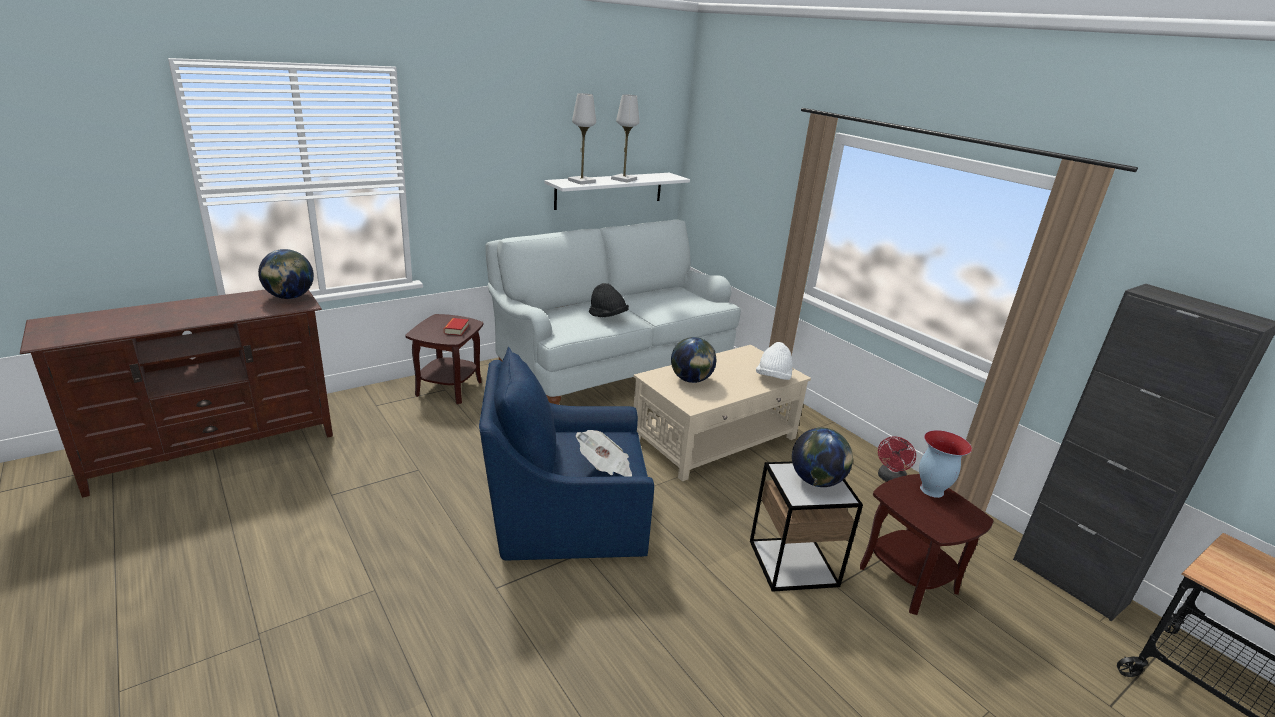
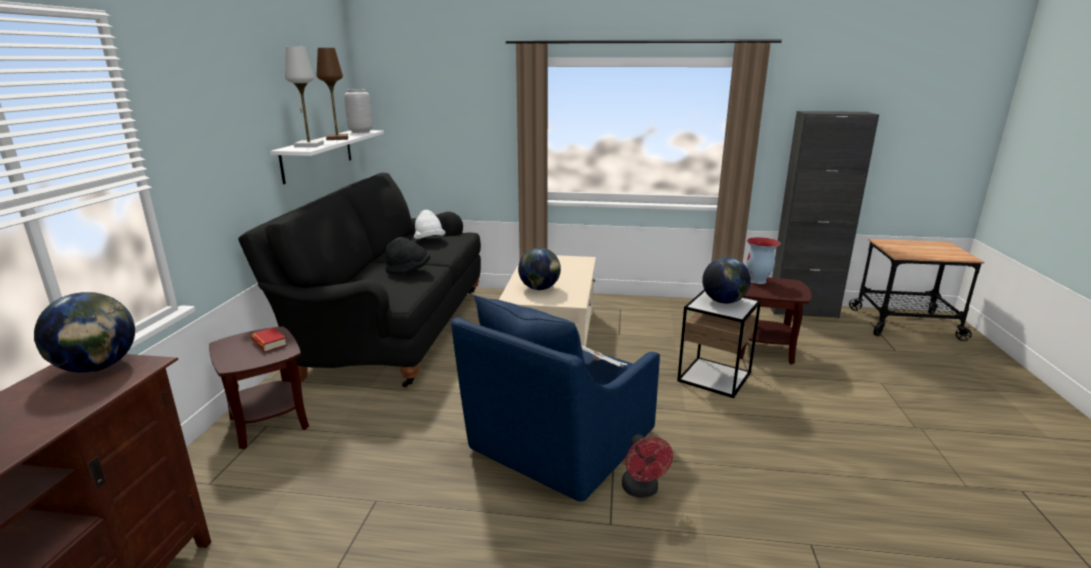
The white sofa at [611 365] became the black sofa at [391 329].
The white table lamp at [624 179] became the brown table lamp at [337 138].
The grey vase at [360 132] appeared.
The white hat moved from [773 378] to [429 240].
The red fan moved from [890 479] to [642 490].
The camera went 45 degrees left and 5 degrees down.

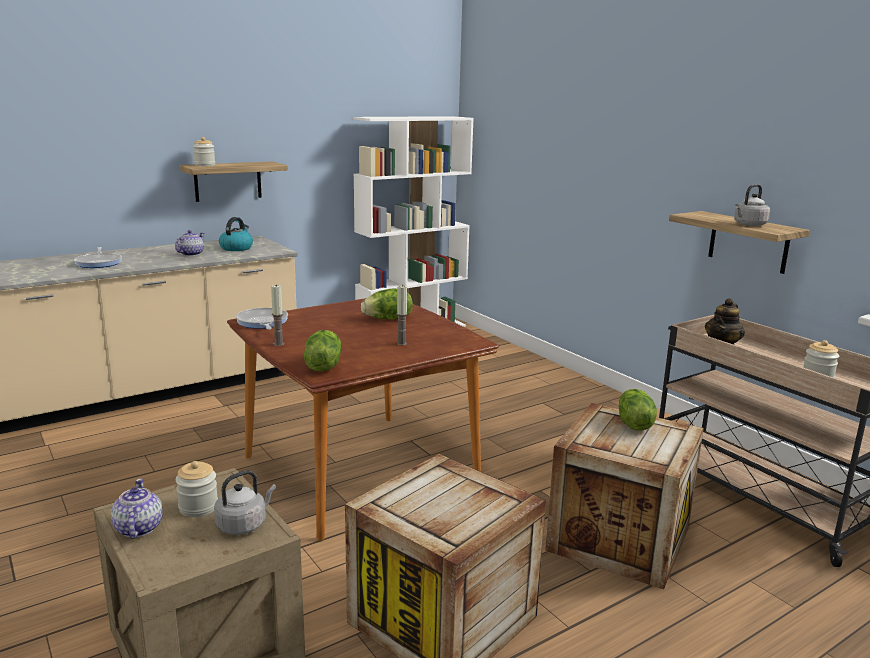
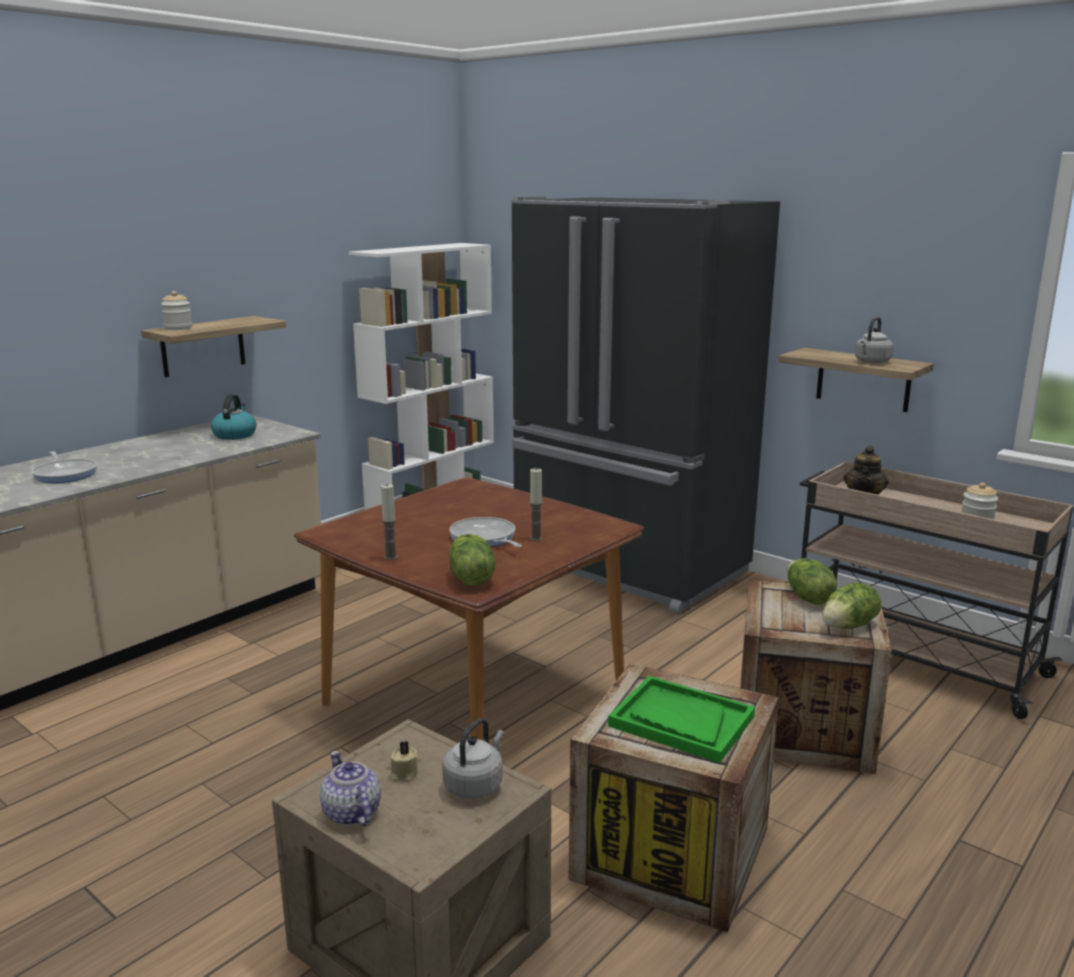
The jar at [198 507] was replaced by the beige candle at [403 774].
The frying pan moved from [262 323] to [484 538].
The black fridge at [628 566] appeared.
The green tray at [681 721] appeared.
The lettuce moved from [388 319] to [849 626].
The teapot at [191 254] disappeared.
The camera went 15 degrees left and 0 degrees up.

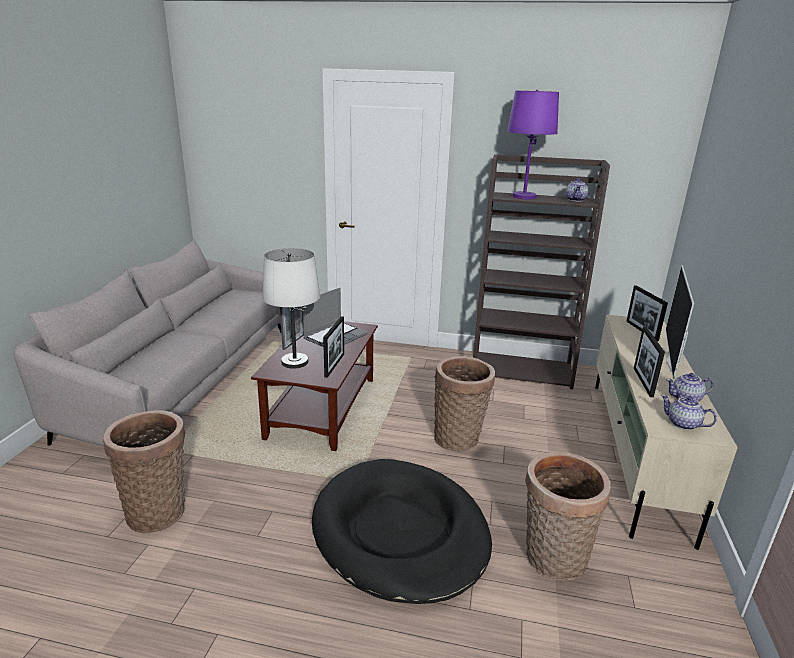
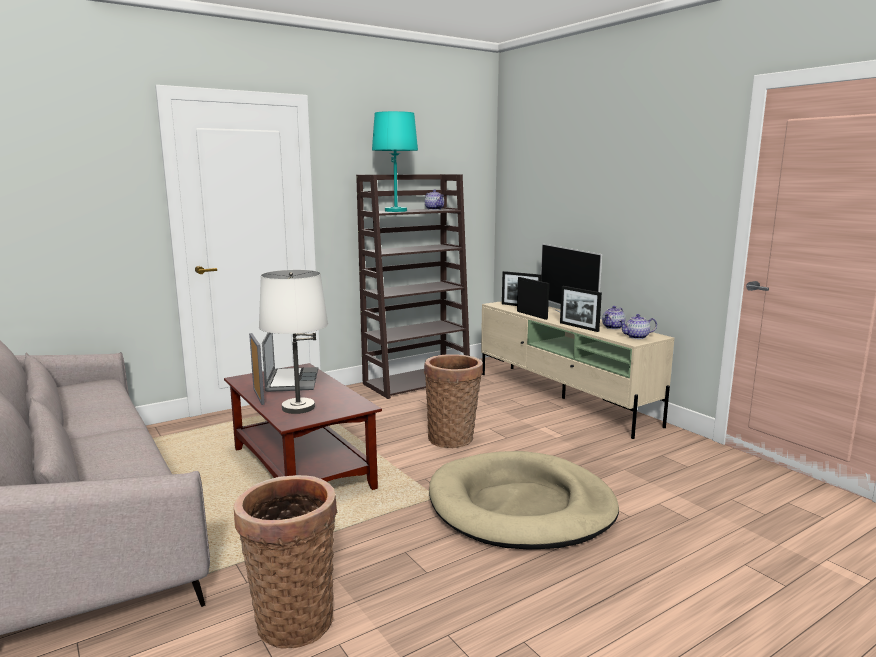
The purple table lamp at [524 197] became the turquoise table lamp at [396 211].
The black dog bed at [400 533] became the beige dog bed at [521 506].
The picture frame moved from [334 365] to [531 315].
The basket at [552 560] disappeared.
The camera went 45 degrees left and 10 degrees down.

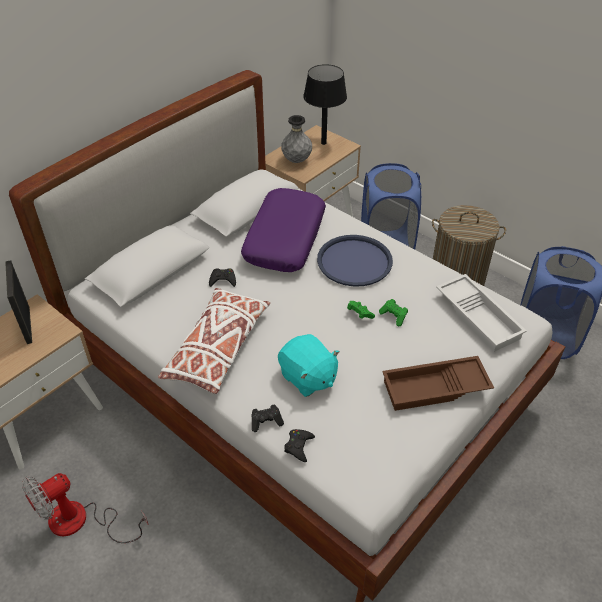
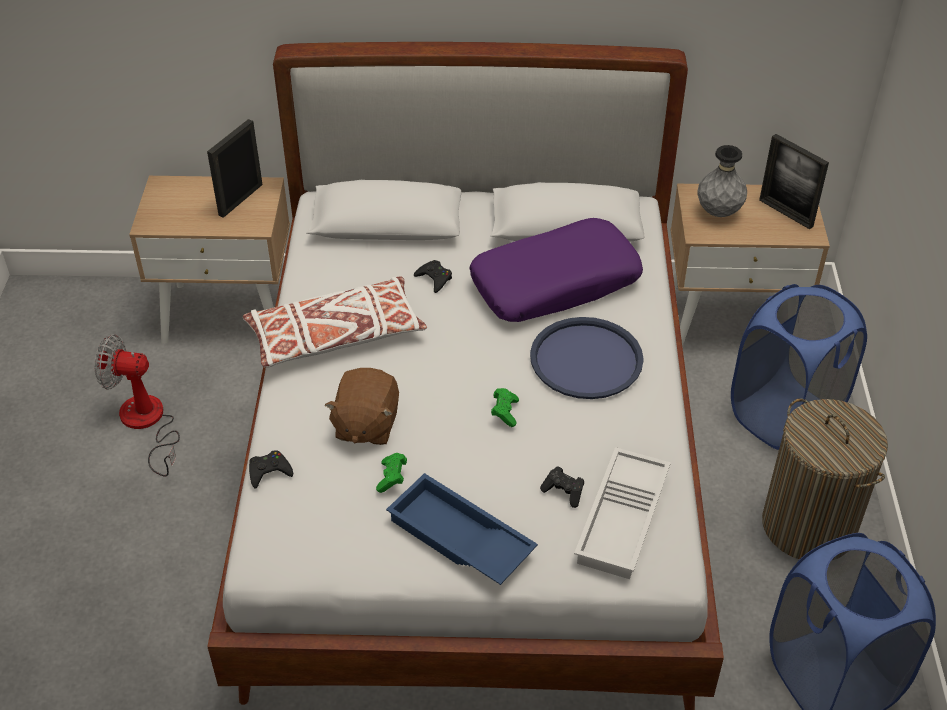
The turquoise plush toy at [307 377] became the brown plush toy at [365 425].
The green game controller moved from [394 316] to [392 478].
The brown tray at [435 389] became the blue tray at [458 539].
The black game controller moved from [266 422] to [564 492].
The black table lamp at [323 143] was replaced by the picture frame at [786 213].
The camera went 50 degrees right and 0 degrees up.

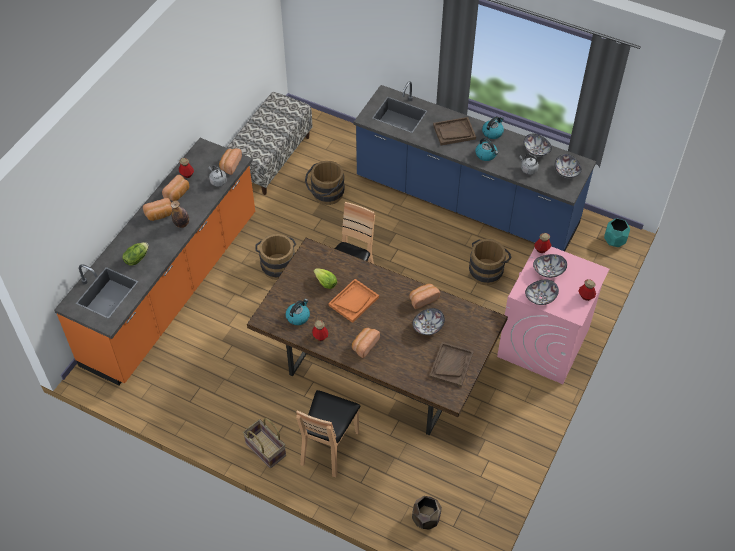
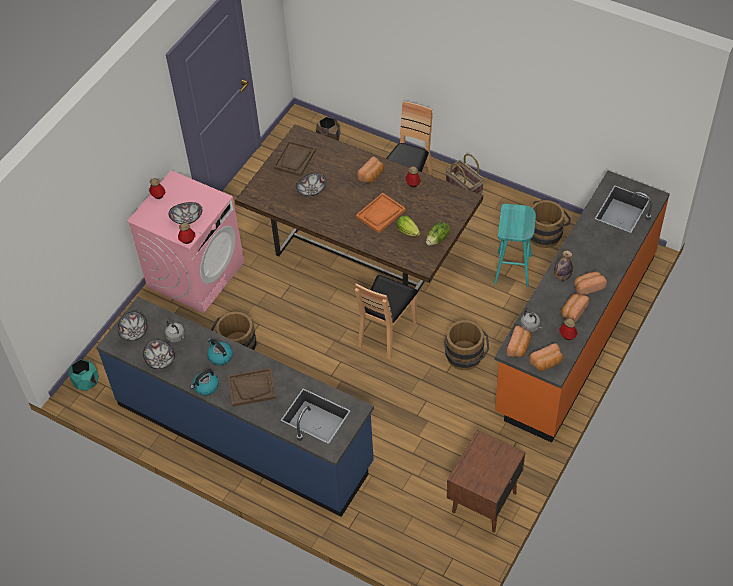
The lettuce moved from [136 258] to [438 239].
The bench at [271 158] was replaced by the brown nightstand at [483 502].
The turquoise stool at [513 269] appeared.
The bread moved from [423 299] to [546 363].
The brown bucket moved from [325 195] to [546 233].
The kettle at [298 316] disappeared.
The bowl at [540 298] disappeared.
The camera went 175 degrees left and 0 degrees up.

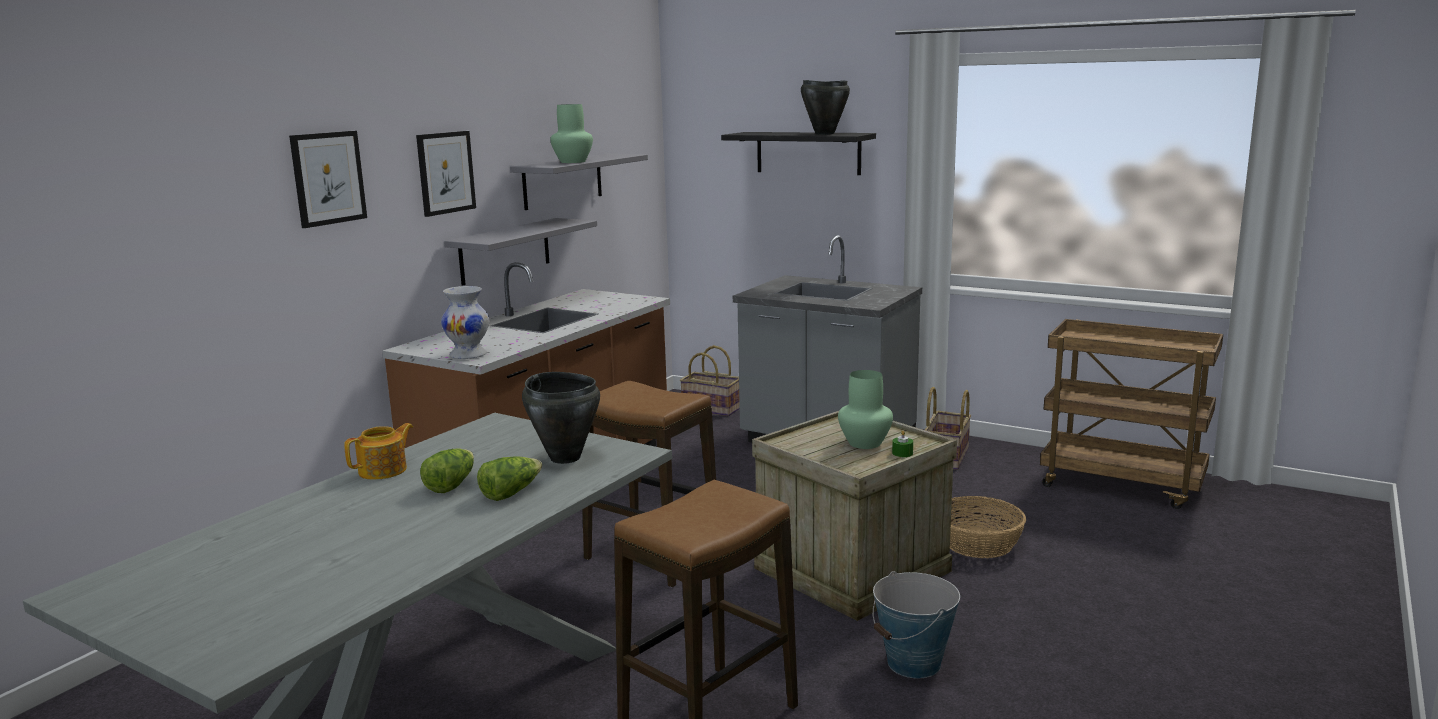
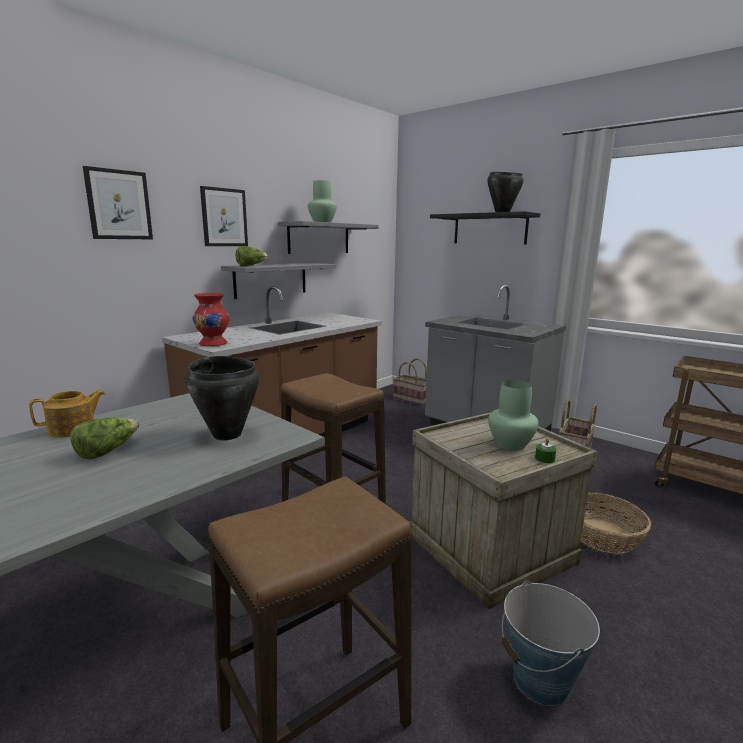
The white vase at [469 355] became the red vase at [214 344].
The lettuce moved from [511 493] to [251 265].
The camera went 10 degrees right and 0 degrees up.

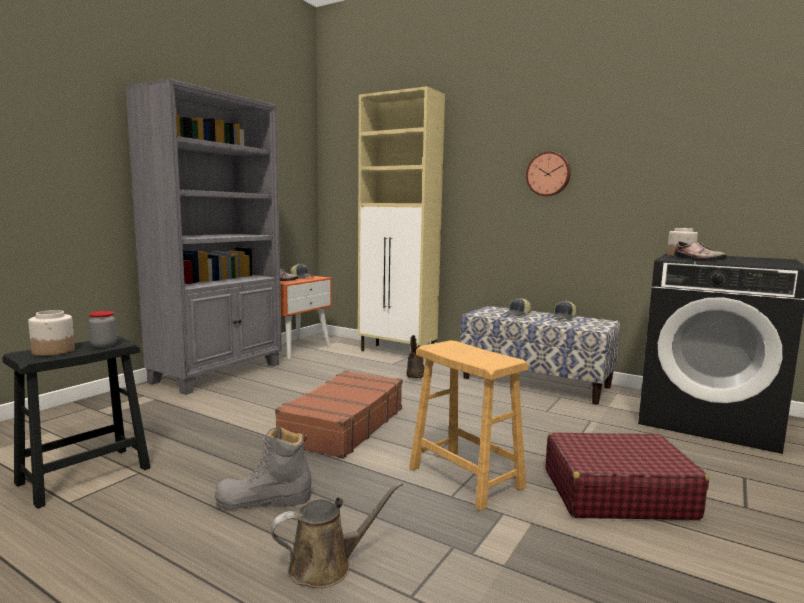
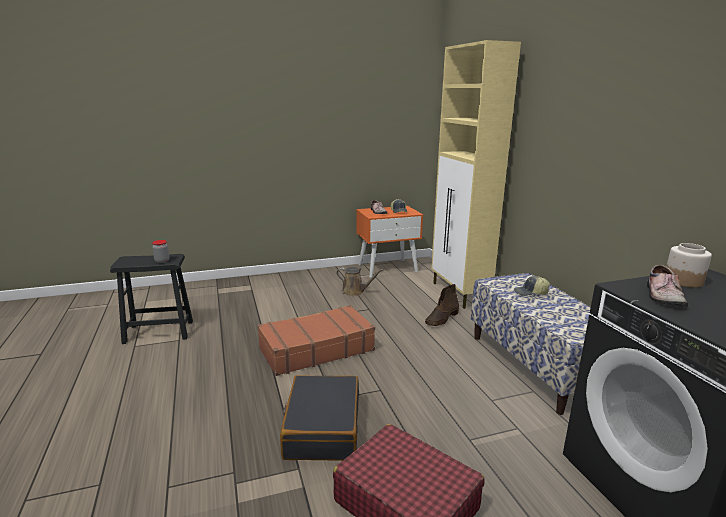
The brown stool at [465 478] was replaced by the black suitcase at [322 428].
The brown watering can moved from [326 566] to [355 292].
The jar at [54 351] disappeared.
The grey bookcase at [219 373] disappeared.
The grey boot at [263 500] disappeared.
The wall clock at [548 174] disappeared.
The cap at [564 318] disappeared.
The camera went 40 degrees right and 10 degrees up.

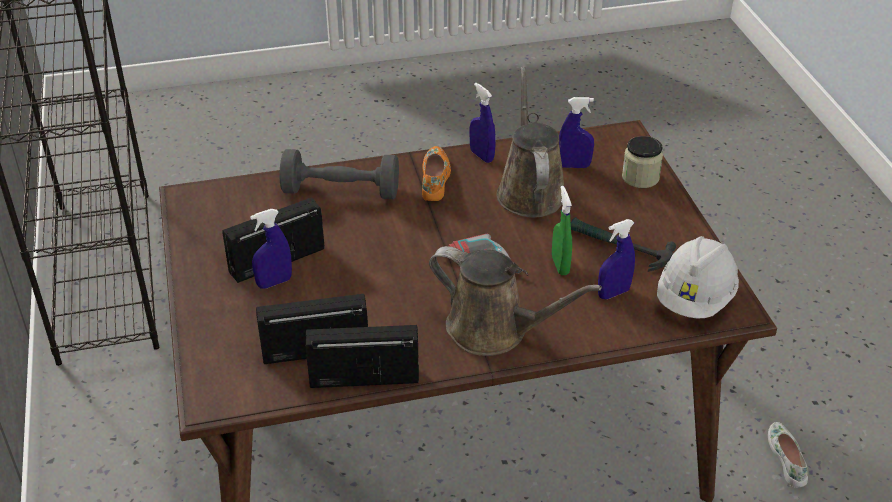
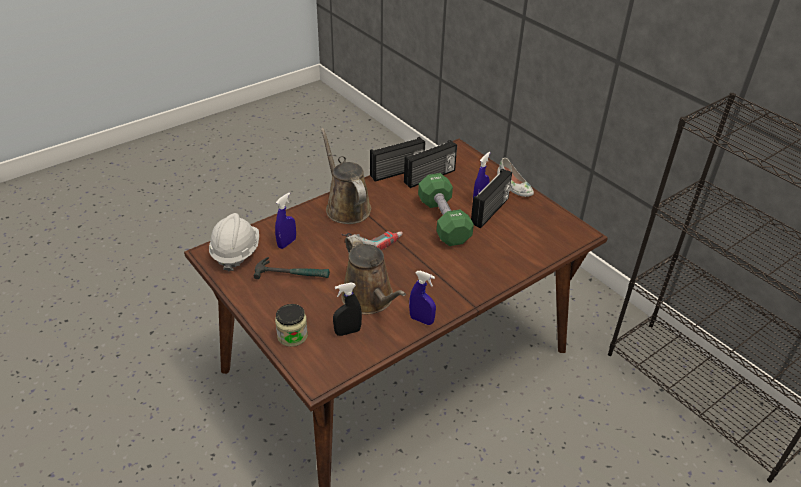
The brown watering can at [494 330] turned 60 degrees clockwise.
The blue spray bottle at [573 166] became the black spray bottle at [347 331].
The green dumbbell at [443 221] appeared.
The white shoe moved from [787 458] to [514 185].
The grey dumbbell at [341 191] disappeared.
The orange shoe at [435 179] disappeared.
The green spray bottle at [560 265] disappeared.
The camera went 155 degrees right and 0 degrees up.

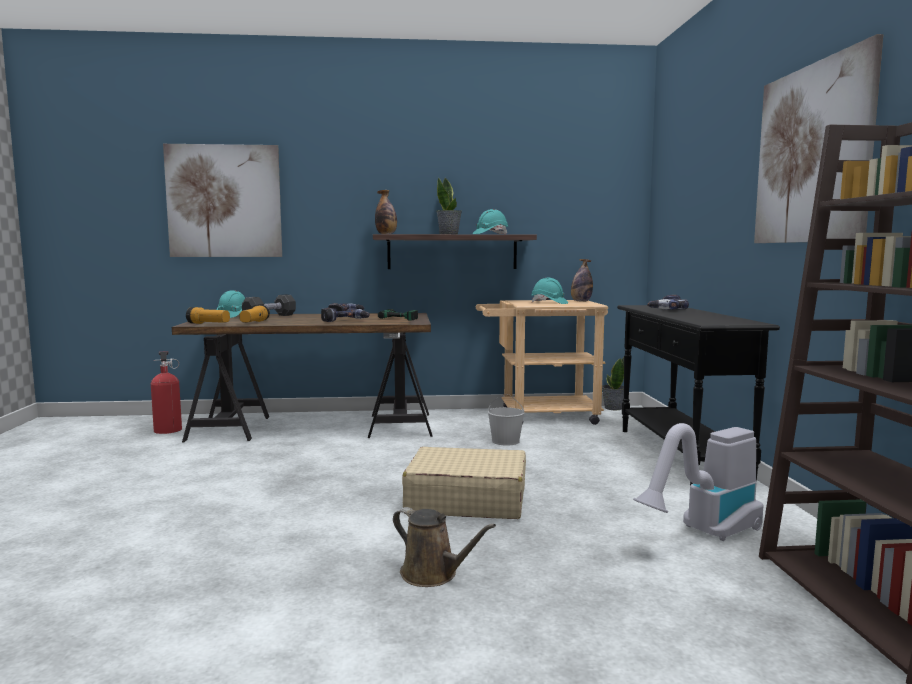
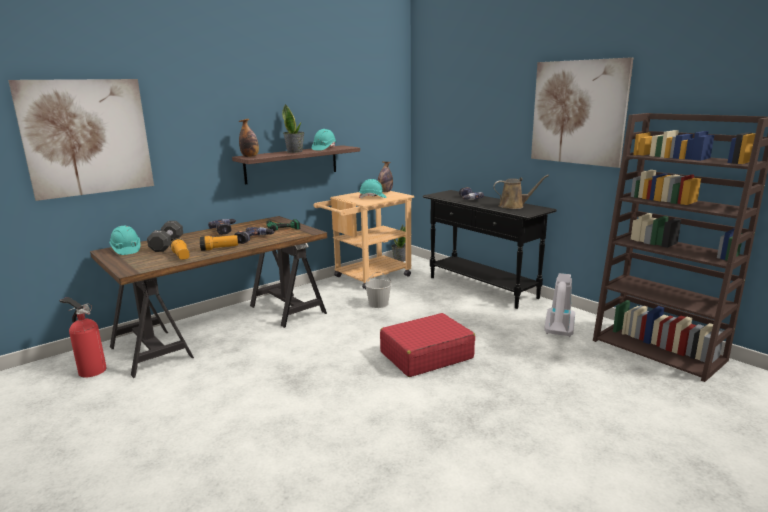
The flashlight moved from [208 324] to [219 248].
The beige suitcase at [466 500] became the red suitcase at [426 355].
The brown watering can moved from [433 574] to [514 206].
The camera went 35 degrees left and 10 degrees up.

